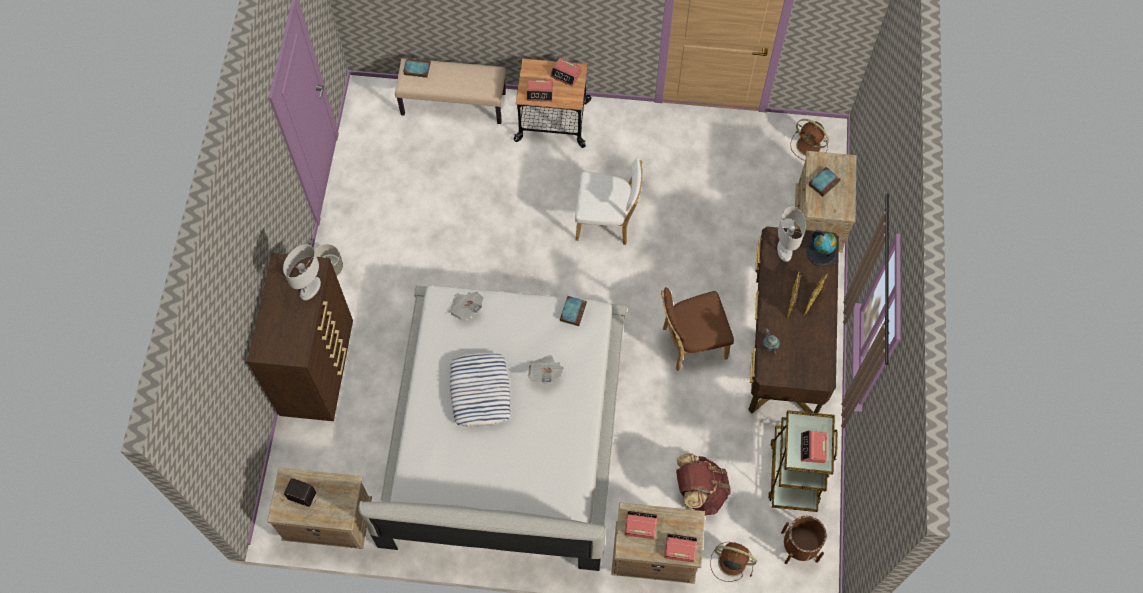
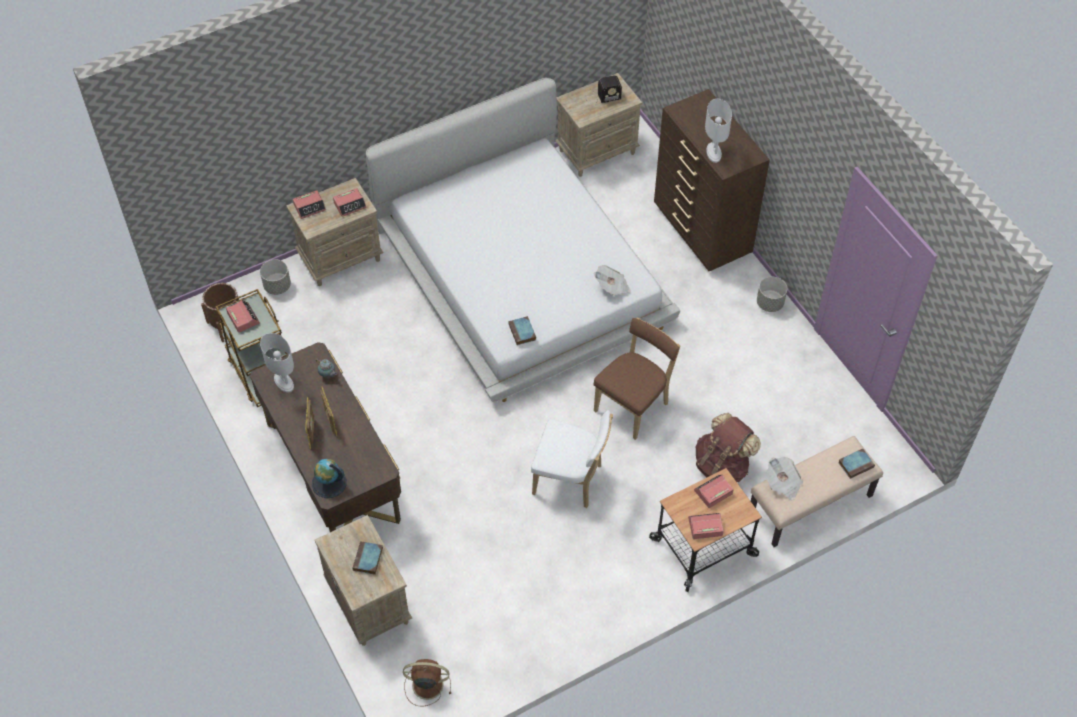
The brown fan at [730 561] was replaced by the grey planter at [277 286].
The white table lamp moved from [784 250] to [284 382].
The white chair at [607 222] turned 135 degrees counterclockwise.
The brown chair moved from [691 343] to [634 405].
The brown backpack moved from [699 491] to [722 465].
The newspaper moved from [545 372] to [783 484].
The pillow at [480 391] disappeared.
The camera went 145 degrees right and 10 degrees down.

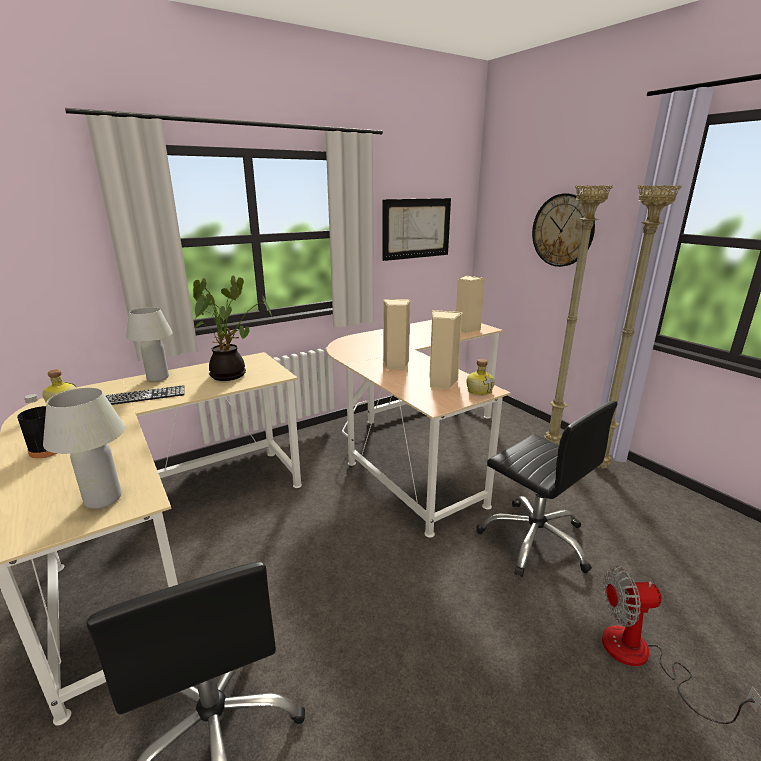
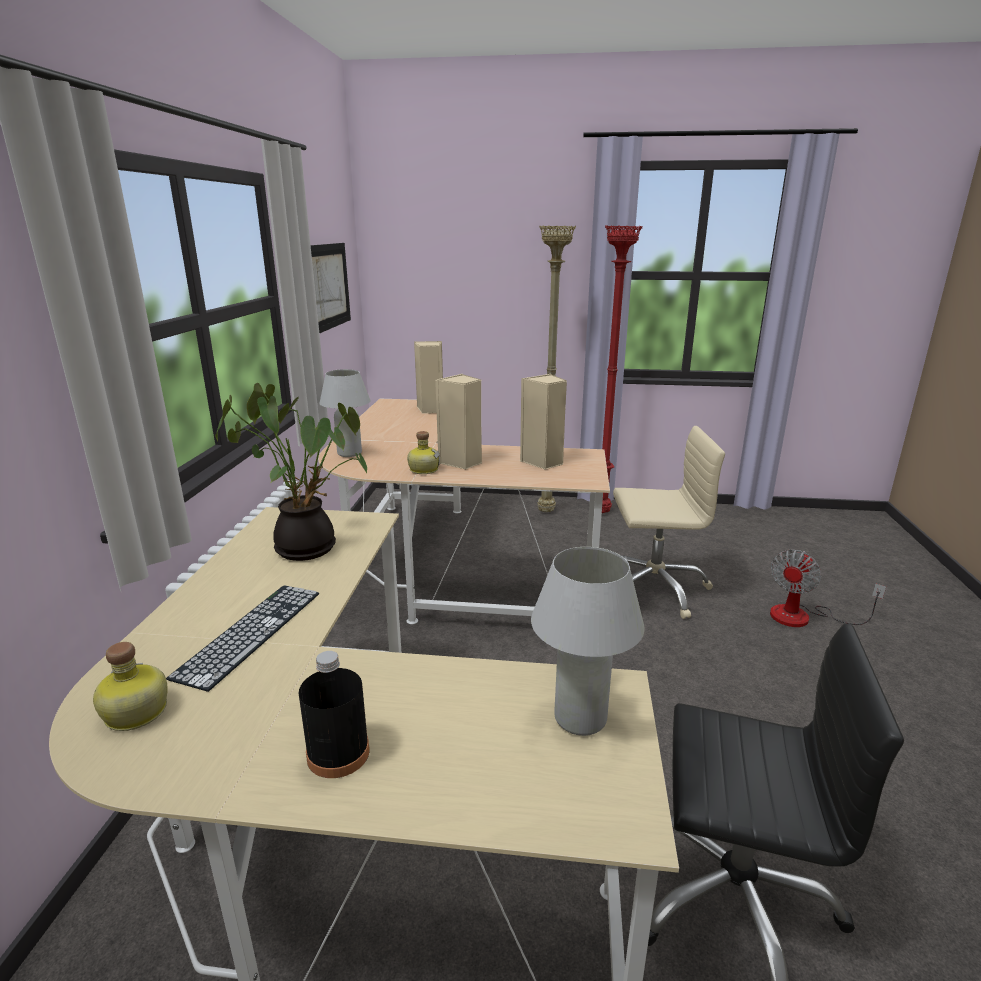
The white table lamp moved from [158 378] to [349 453].
The bottle moved from [479 390] to [423 469].
The beige floor lamp at [600 467] became the red floor lamp at [602 513].
The black office chair at [535 540] became the beige office chair at [653 588].
The wall clock at [563 230] disappeared.
The camera went 50 degrees left and 0 degrees up.

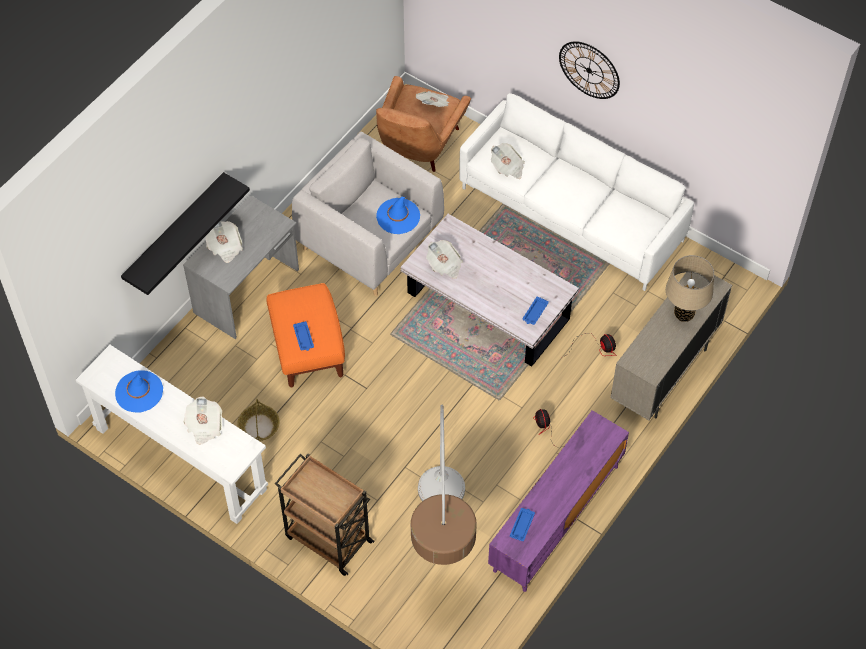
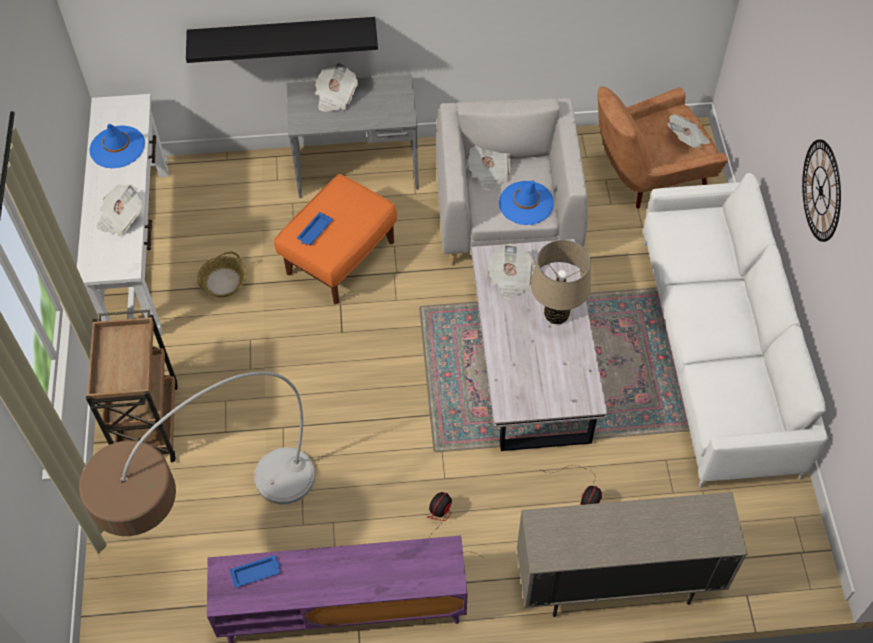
The newspaper moved from [507 167] to [489 173].
The beige table lamp moved from [684 314] to [556 314].
The blue tray at [535 312] disappeared.
The camera went 50 degrees right and 0 degrees up.

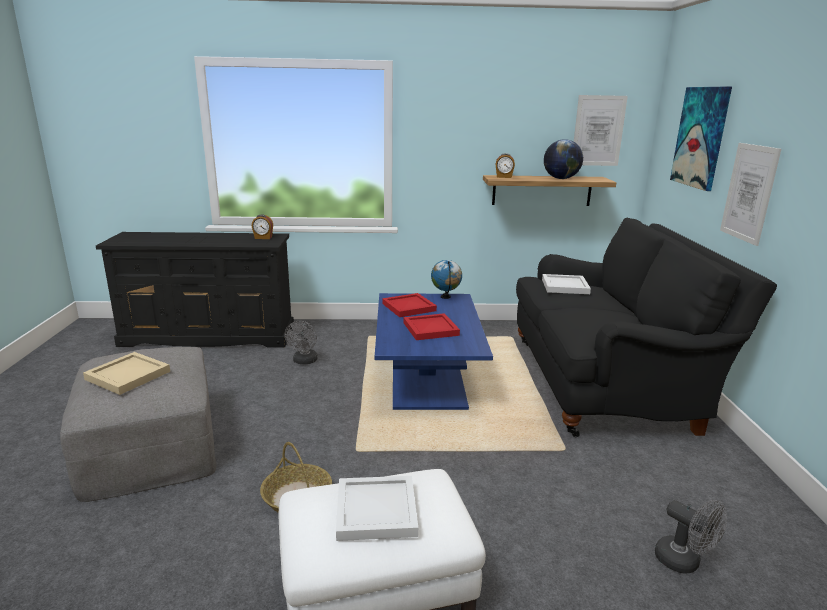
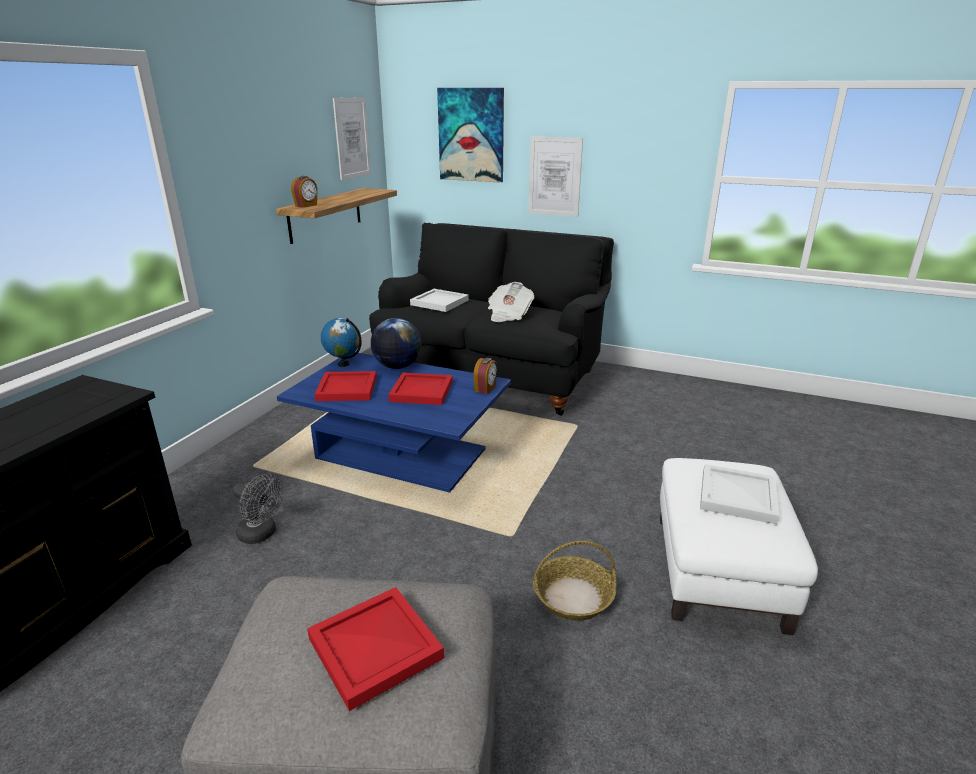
The beige tray at [128 375] became the red tray at [373 648].
The globe moved from [561 178] to [397 366].
The alarm clock moved from [263 238] to [486 389].
The newspaper at [508 315] appeared.
The grey fan at [684 562] disappeared.
The camera went 65 degrees left and 5 degrees up.

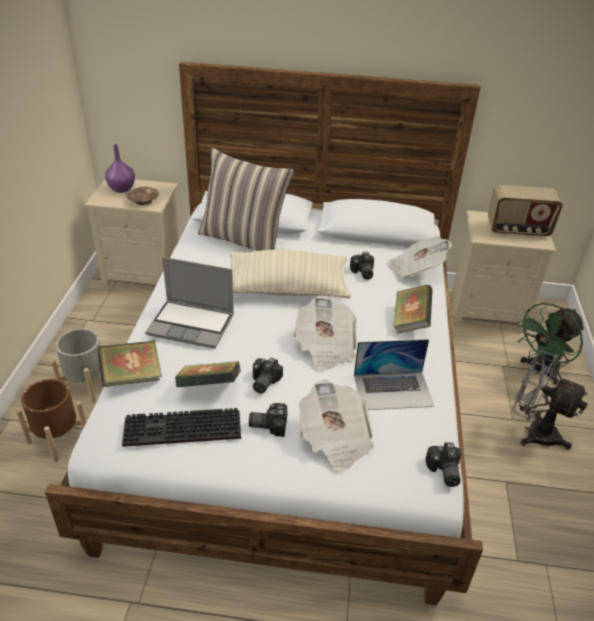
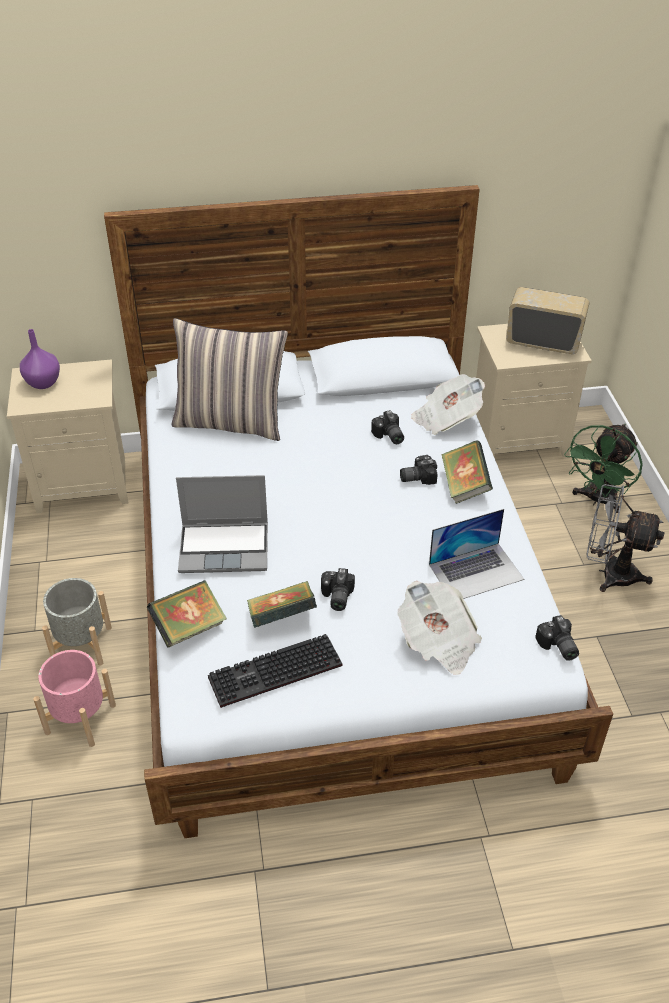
The brown planter at [57 438] became the pink planter at [80 719].
The photo camera moved from [268 424] to [416 477].
The radio at [518 230] turned 150 degrees counterclockwise.
The brown bowl at [144 201] disappeared.
The beige pillow at [287 289] disappeared.
The newspaper at [325 347] disappeared.
The camera went 15 degrees left and 5 degrees up.

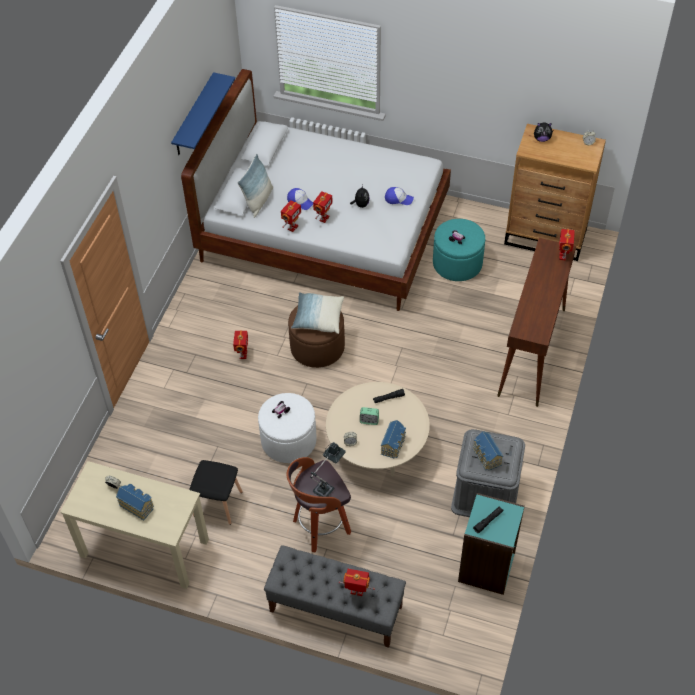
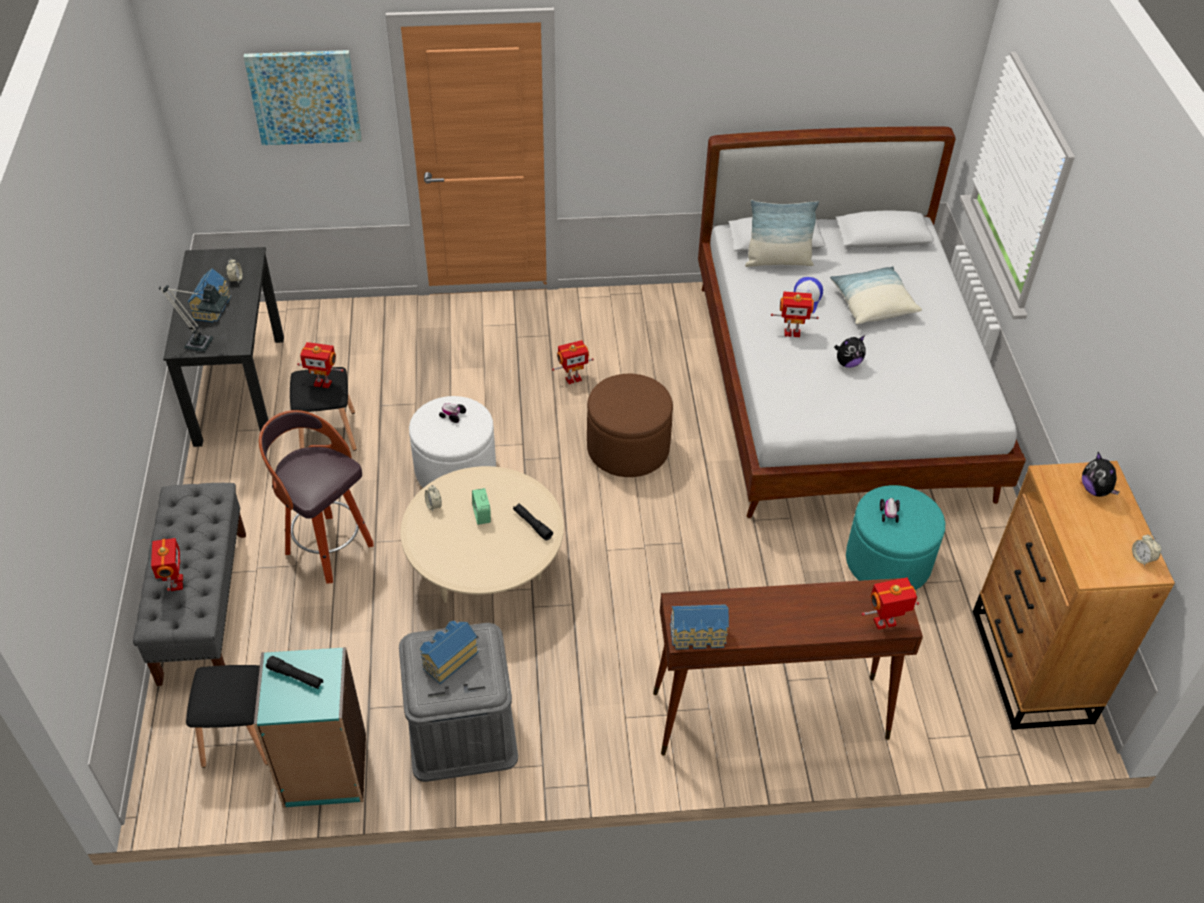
The table lamp moved from [326 486] to [205 345].
The beige desk at [144 547] became the black desk at [240 389].
The black stool at [239 735] appeared.
The picture at [304 97] appeared.
The toy robot moved from [292 227] to [323 383].
The toy house moved from [394 444] to [698 636].
The pillow moved from [318 318] to [872 304].
The blue shelf at [194 116] disappeared.
The cap at [398 199] disappeared.
The camera went 65 degrees right and 5 degrees down.

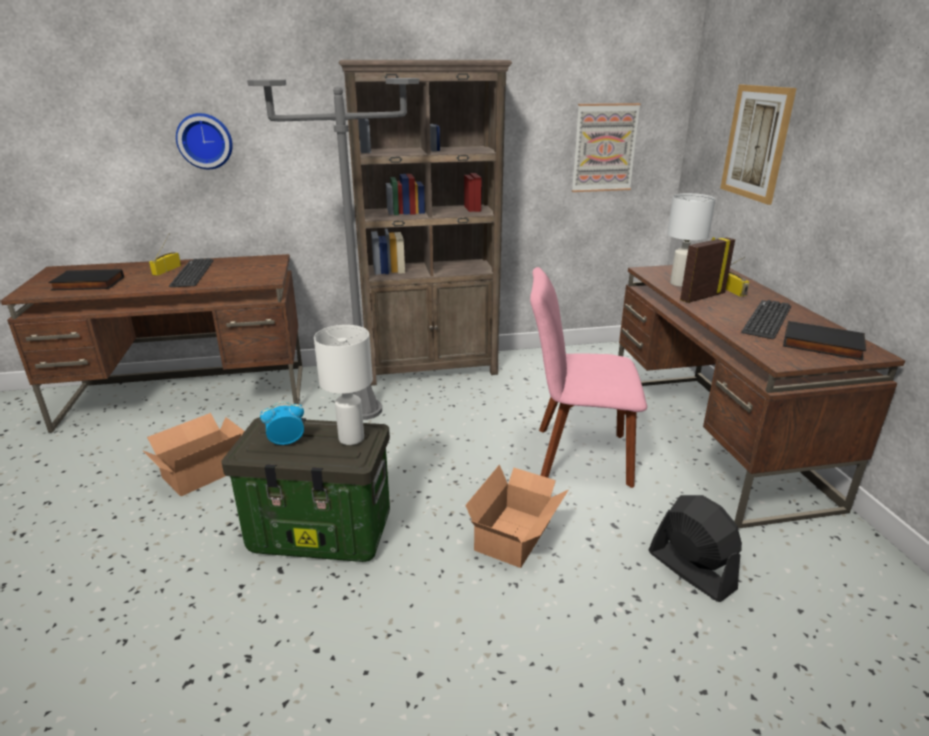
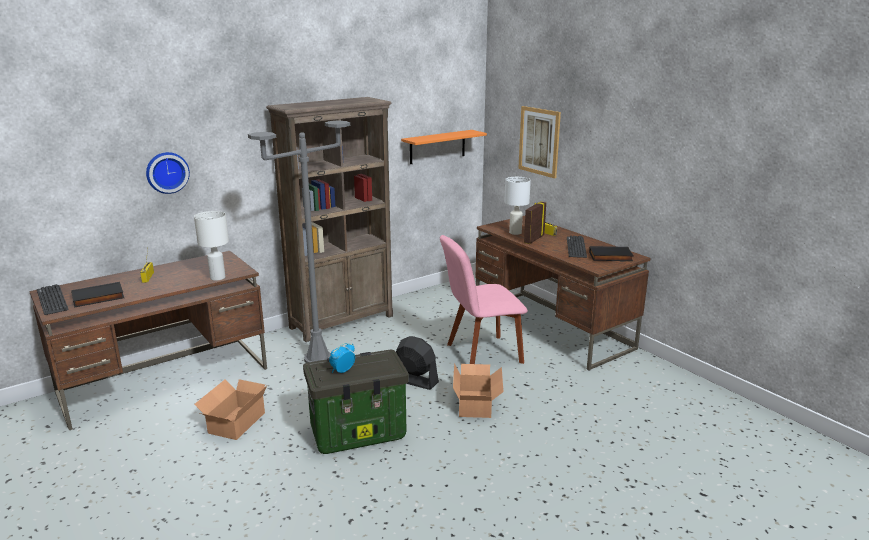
The keyboard moved from [192 273] to [52 300].
The white table lamp moved from [351 438] to [217 278].
The black fan moved from [690 570] to [414 380].
The picture at [604 148] was replaced by the orange shelf at [437 147].
The camera went 25 degrees left and 5 degrees down.

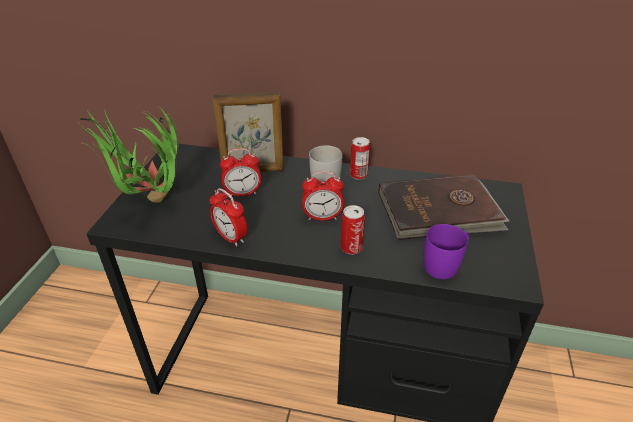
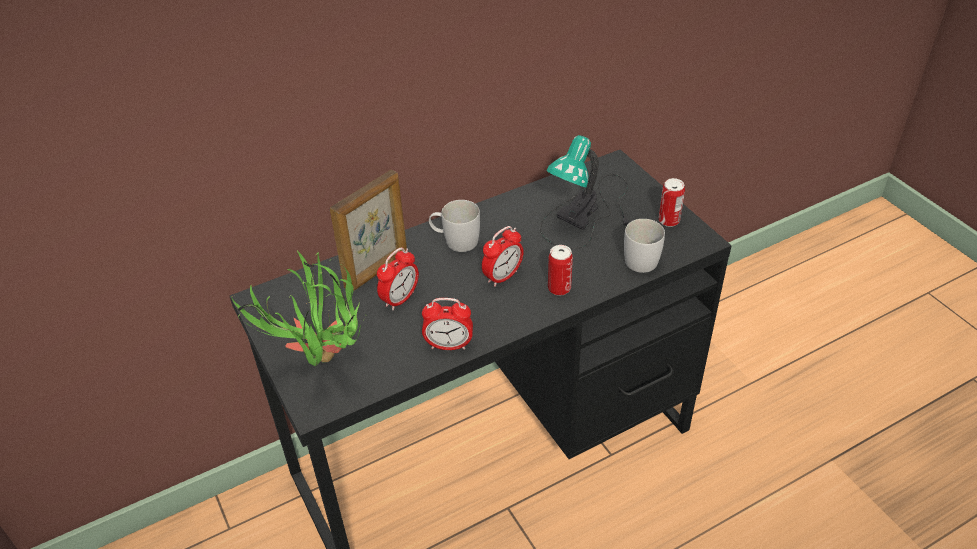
The brown book at [439 211] was replaced by the table lamp at [588 213].
The purple mug at [445 264] became the white mug at [641 257].
The can moved from [358 175] to [669 220].
The camera went 40 degrees left and 5 degrees up.

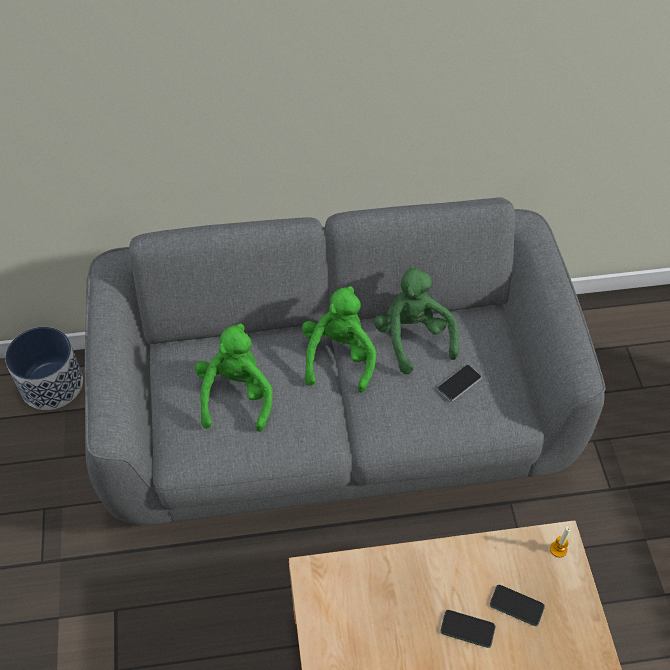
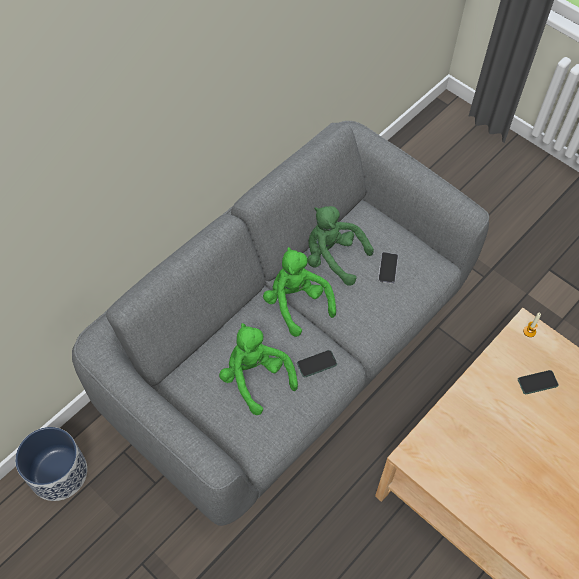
The phone moved from [467 629] to [317 364].
The camera went 40 degrees left and 5 degrees up.

